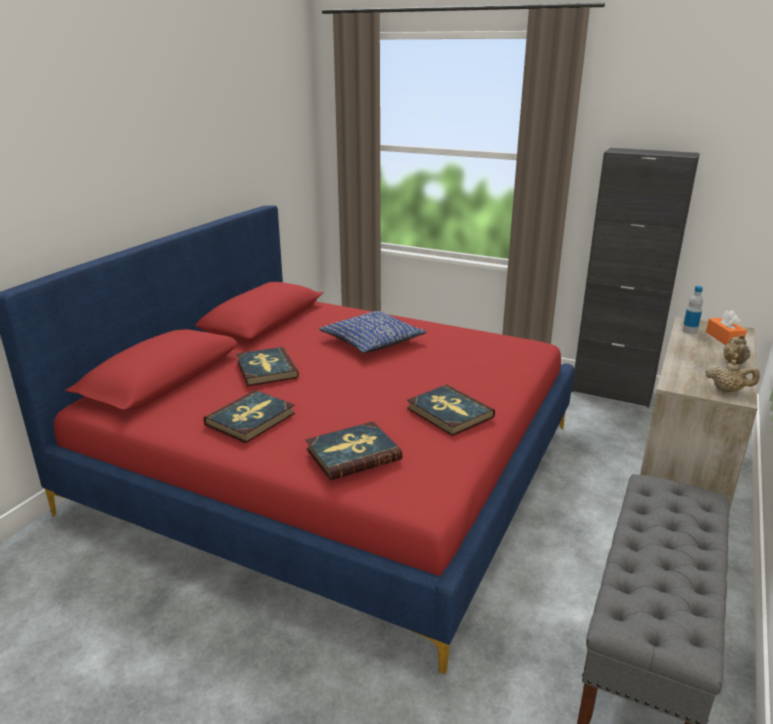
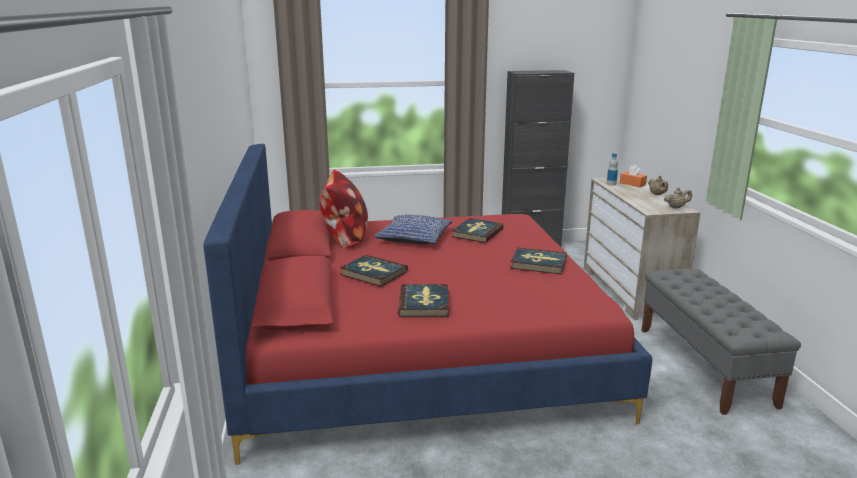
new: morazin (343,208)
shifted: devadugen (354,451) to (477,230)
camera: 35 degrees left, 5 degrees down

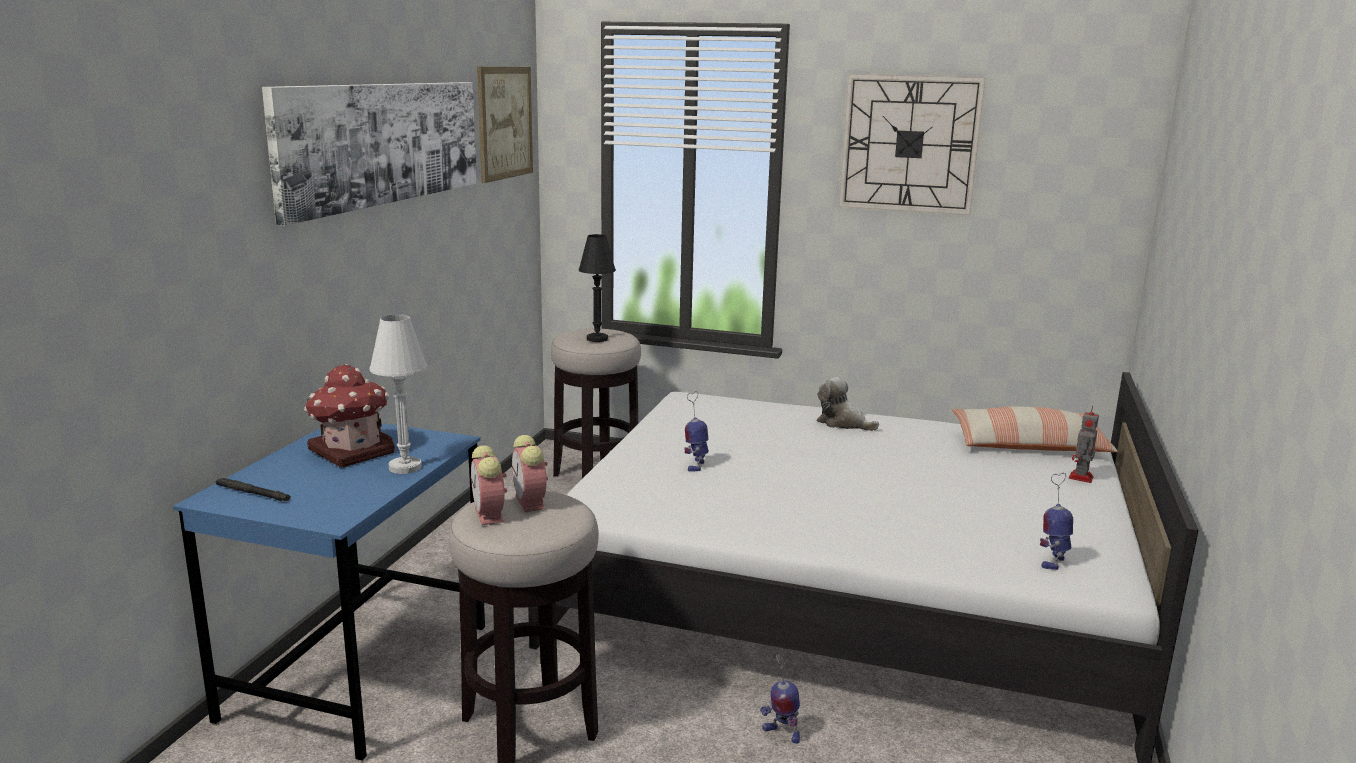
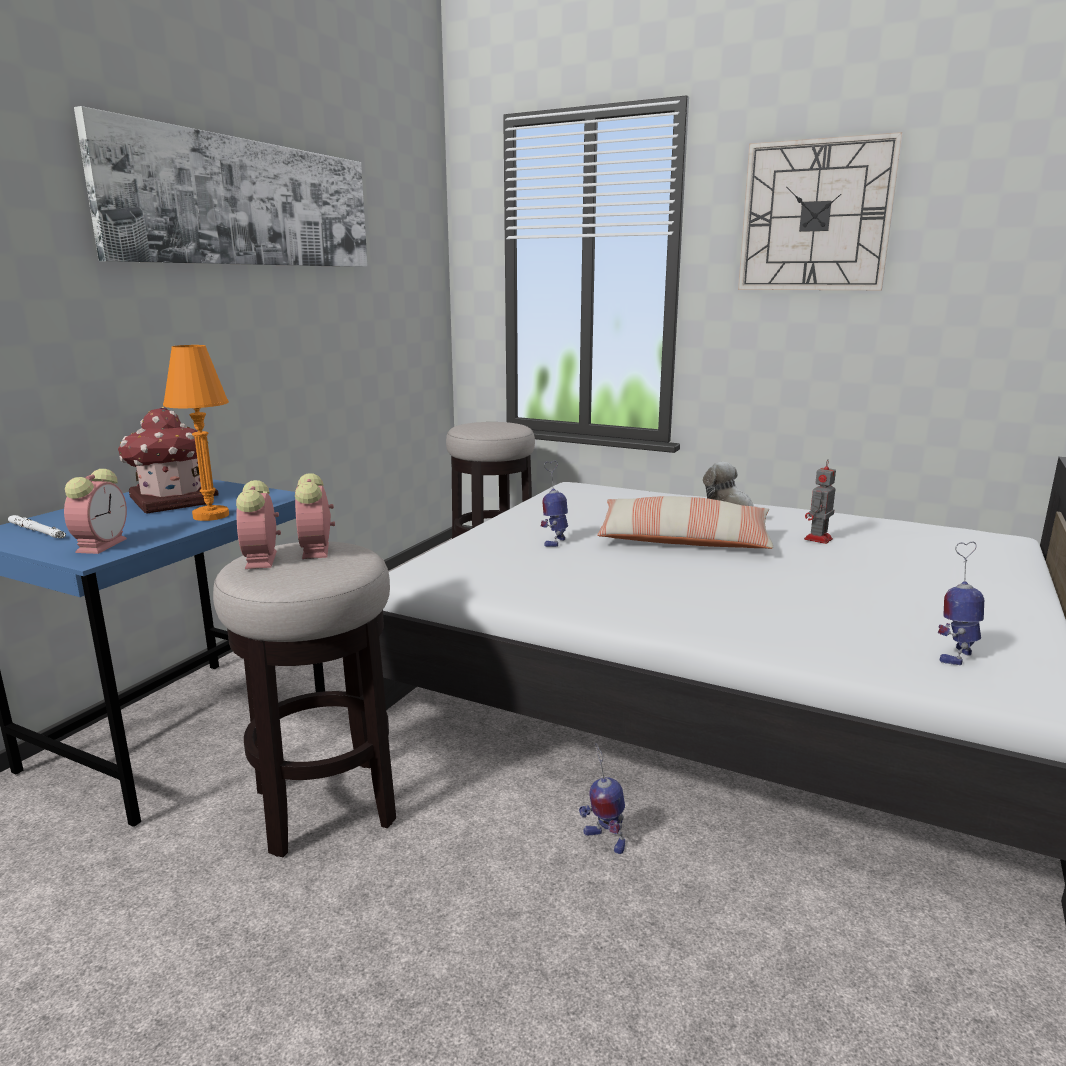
gone: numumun (505,125); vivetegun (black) (597,288)
new: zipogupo (95,511)
shifted: morazin (1035,429) to (685,522); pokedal (1084,444) to (820,501)
repainted: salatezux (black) (253,489) to salatezux (white) (37,526); vivetegun (white) (398,394) to vivetegun (orange) (196,433)
camera: 10 degrees right, 0 degrees up

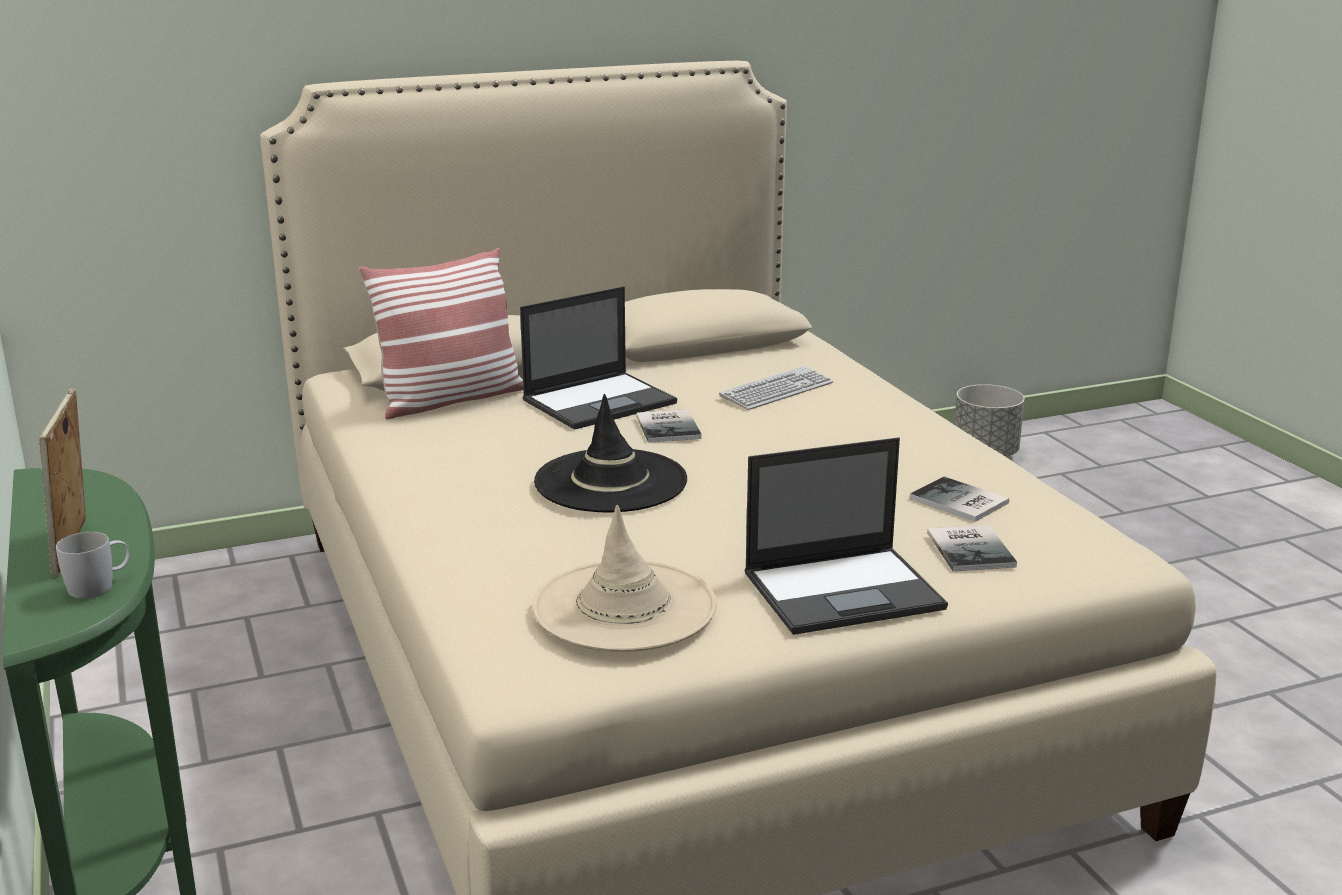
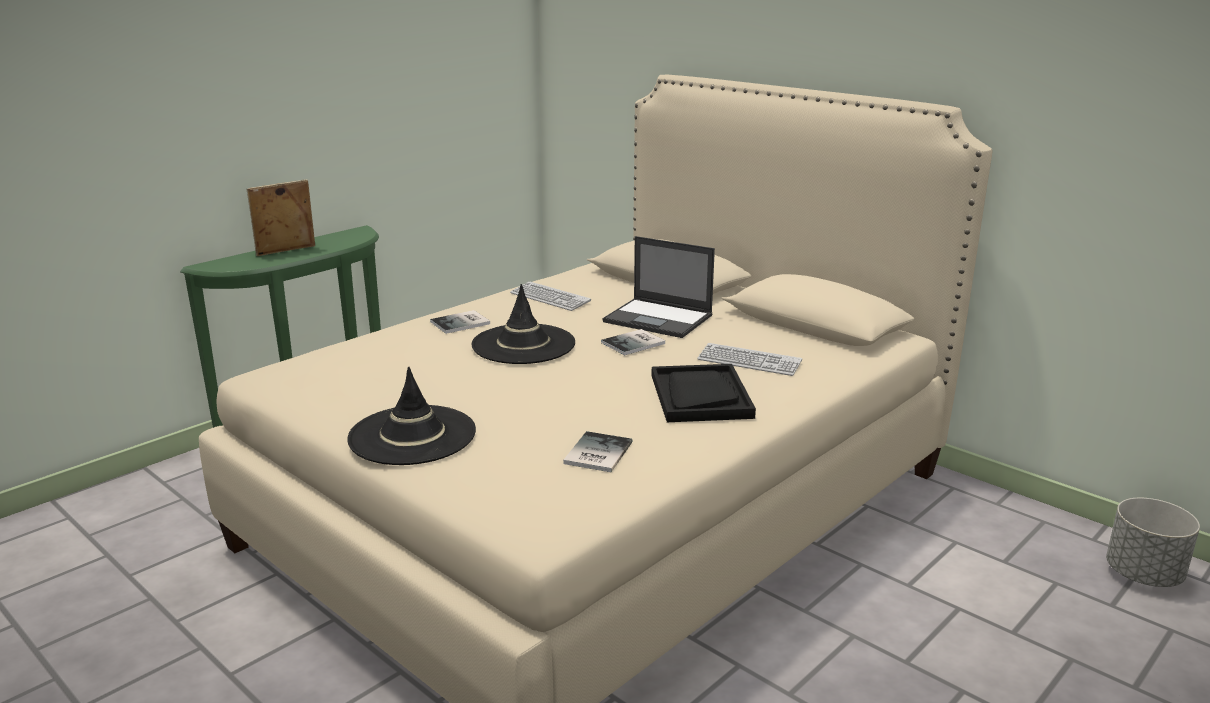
gone: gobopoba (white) (93,565); morazin (441,333); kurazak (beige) (625,578)
new: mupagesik (550,296); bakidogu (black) (704,393)
shifted: devadugen (972,548) to (460,322)
swapped: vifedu (846,536) to kurazak (black) (411,416)
camera: 65 degrees right, 0 degrees up

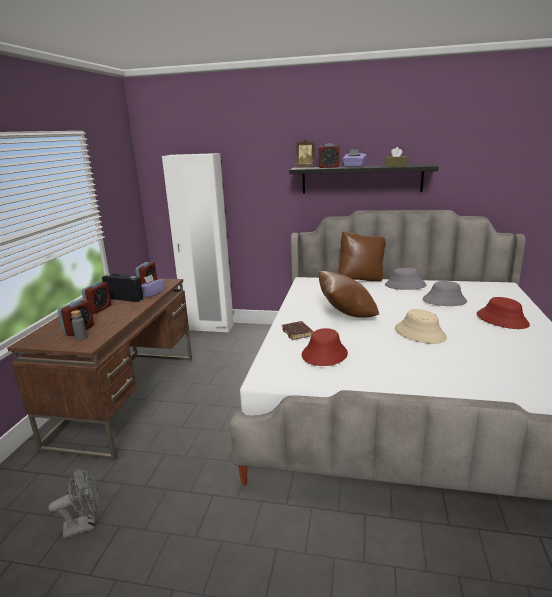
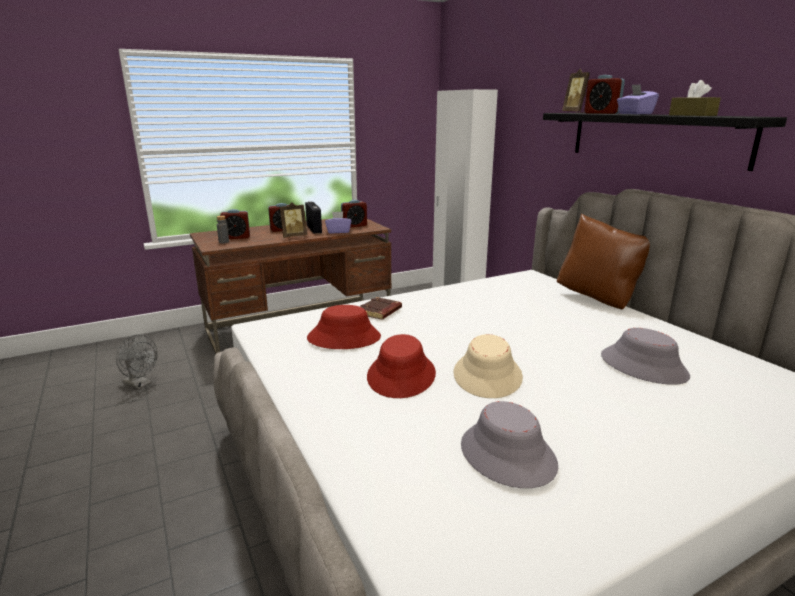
gone: morazin (brown) (349,294)
new: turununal (293,220)
shifted: kurazak (grey) (405,279) to (509,444); kurazak (red) (503,313) to (401,366)
camera: 50 degrees right, 0 degrees up

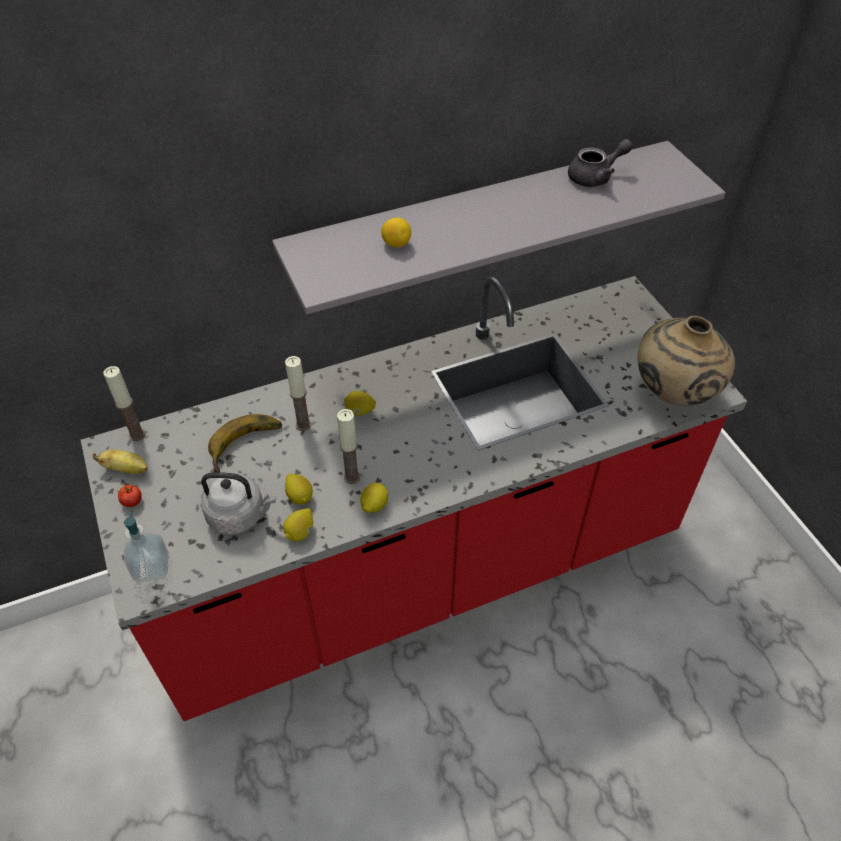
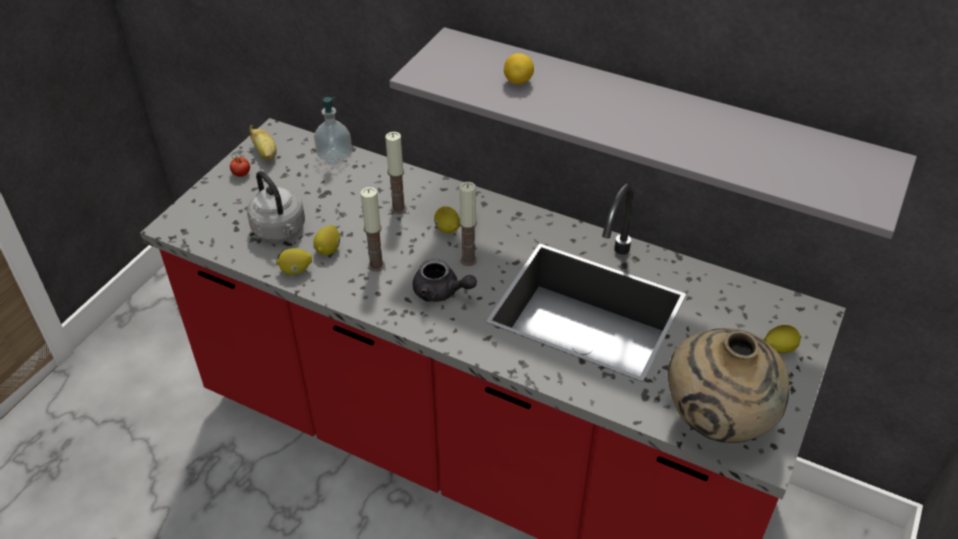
gone: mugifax (245,443)
shifted: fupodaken (124,403) to (468,224); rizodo (146,546) to (333,131); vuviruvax (374,498) to (782,339); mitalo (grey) (600,163) to (445,280)
camera: 50 degrees right, 5 degrees down

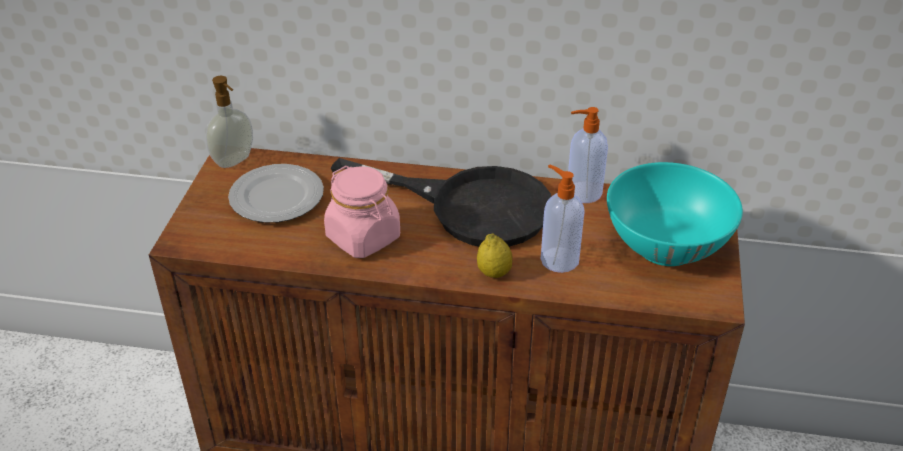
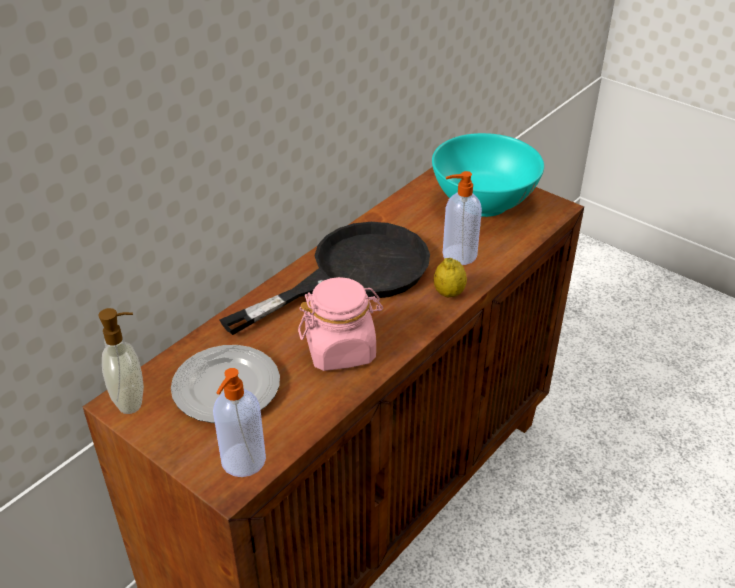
shifted: rizodo (588,155) to (239,422)
camera: 60 degrees left, 0 degrees up

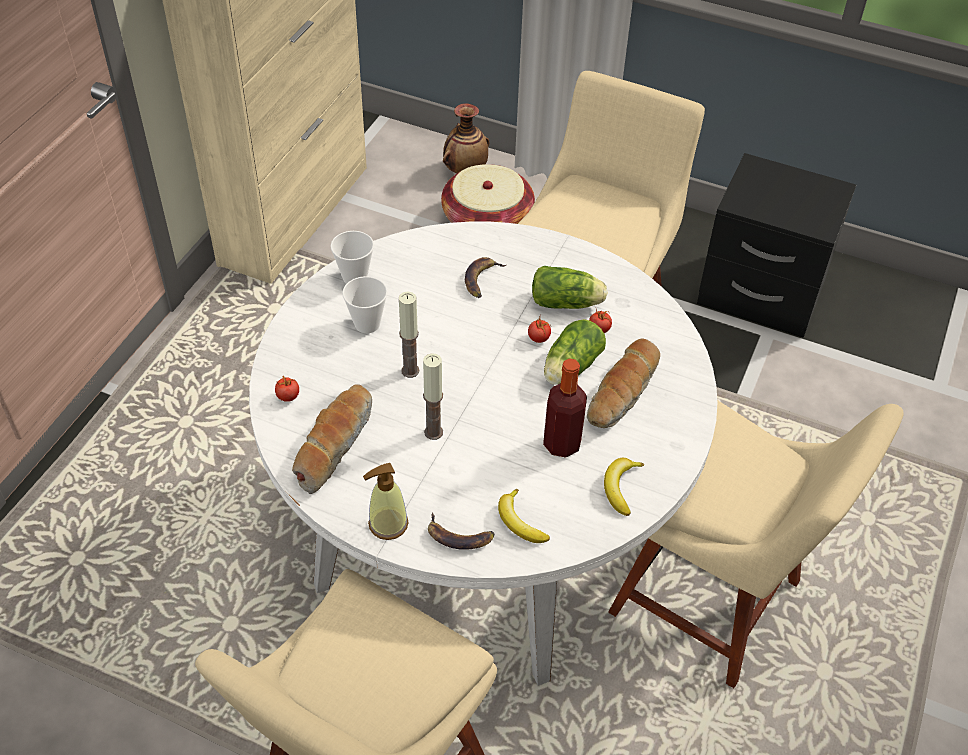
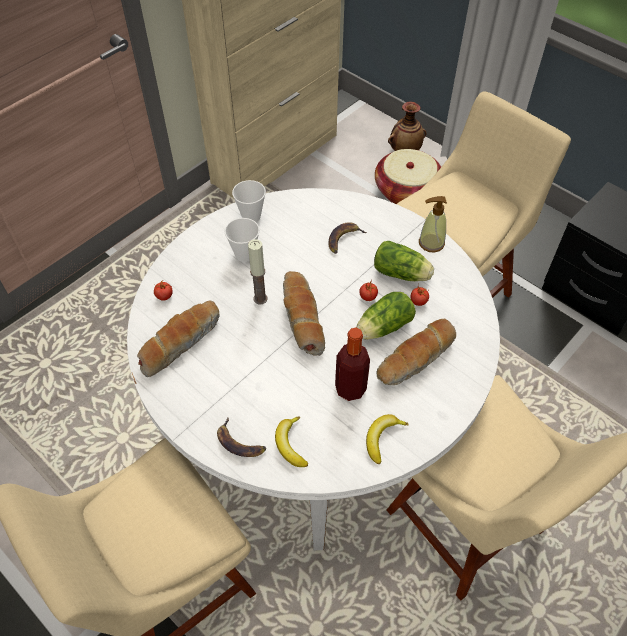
gone: fupodaken (433,396)
new: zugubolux (304,313)
shifted: rizodo (386,501) to (433,224)
camera: 20 degrees right, 5 degrees up

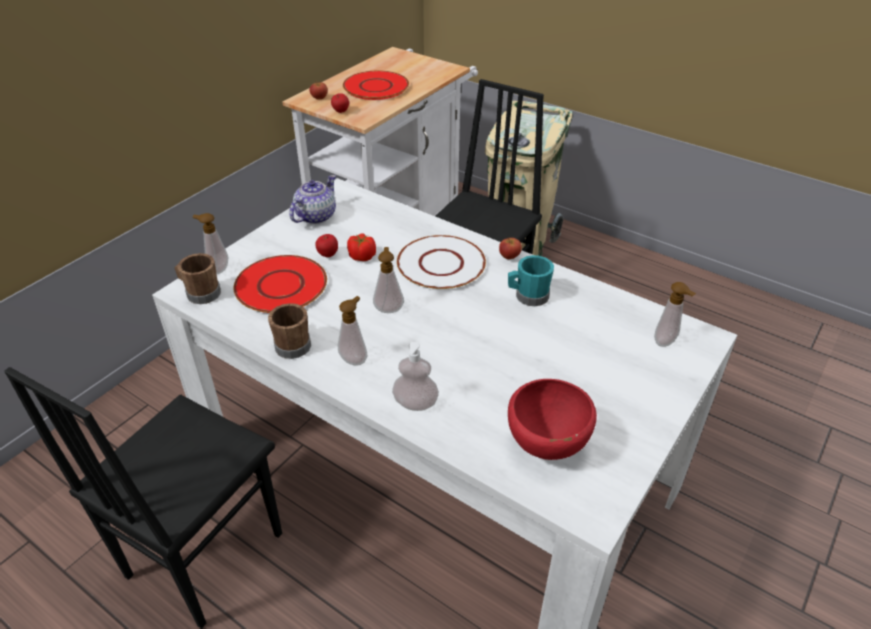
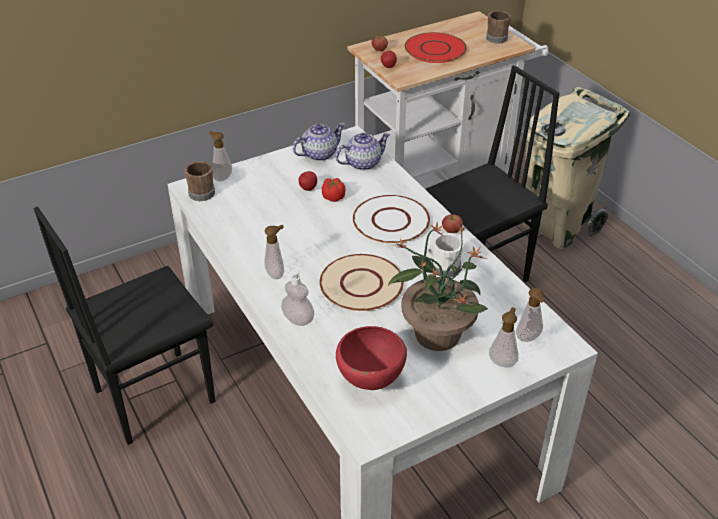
gone: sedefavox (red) (280,284)
new: sedefavox (beige) (362,282); mitalo (363,151); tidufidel (438,287)
shifted: gobopoba (brown) (289,331) to (498,27); rizodo (388,280) to (504,337)
repainted: gobopoba (turquoise) (531,280) to gobopoba (white) (444,255)
camera: 25 degrees right, 0 degrees up

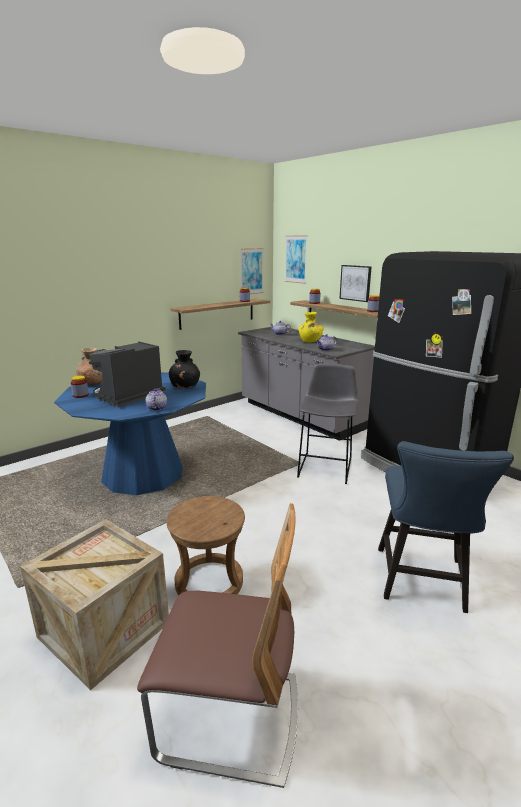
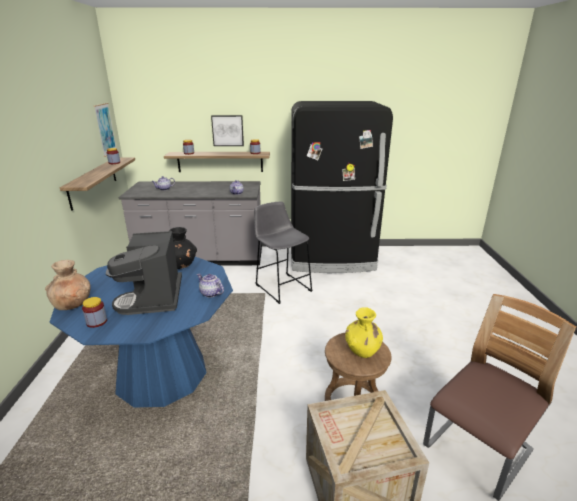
gone: numumun (296,260); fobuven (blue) (446,527)
shifted: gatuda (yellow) (311,327) to (364,332)
camera: 50 degrees left, 5 degrees up

